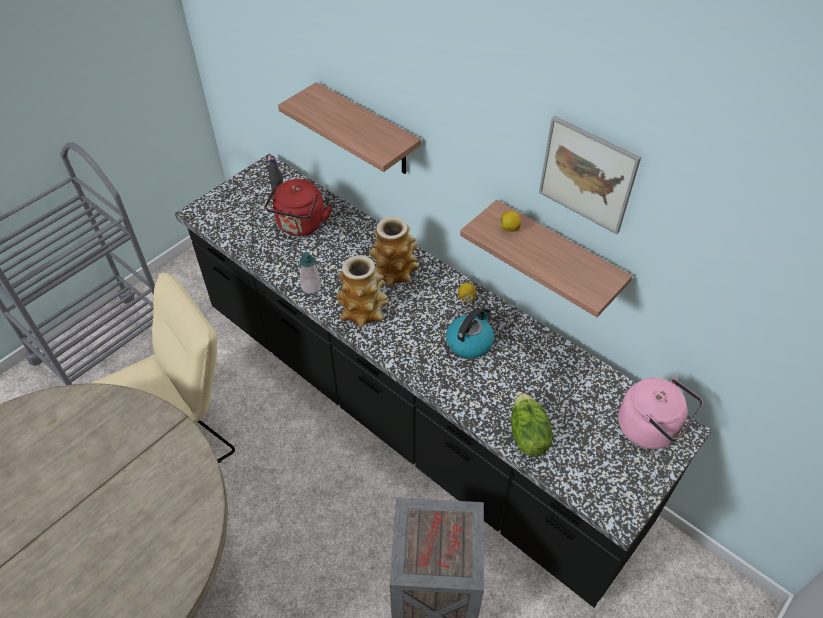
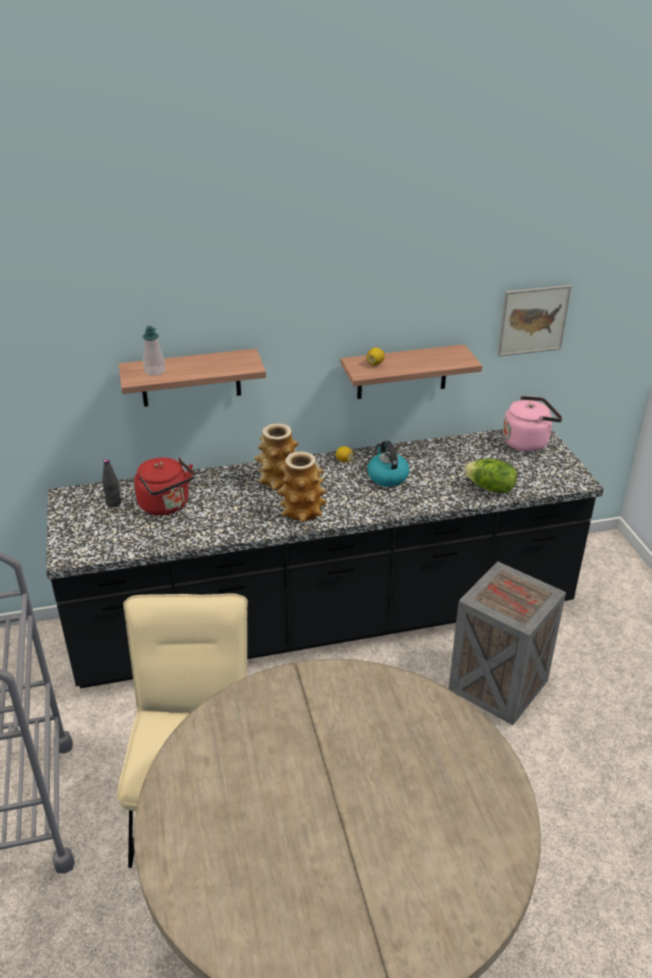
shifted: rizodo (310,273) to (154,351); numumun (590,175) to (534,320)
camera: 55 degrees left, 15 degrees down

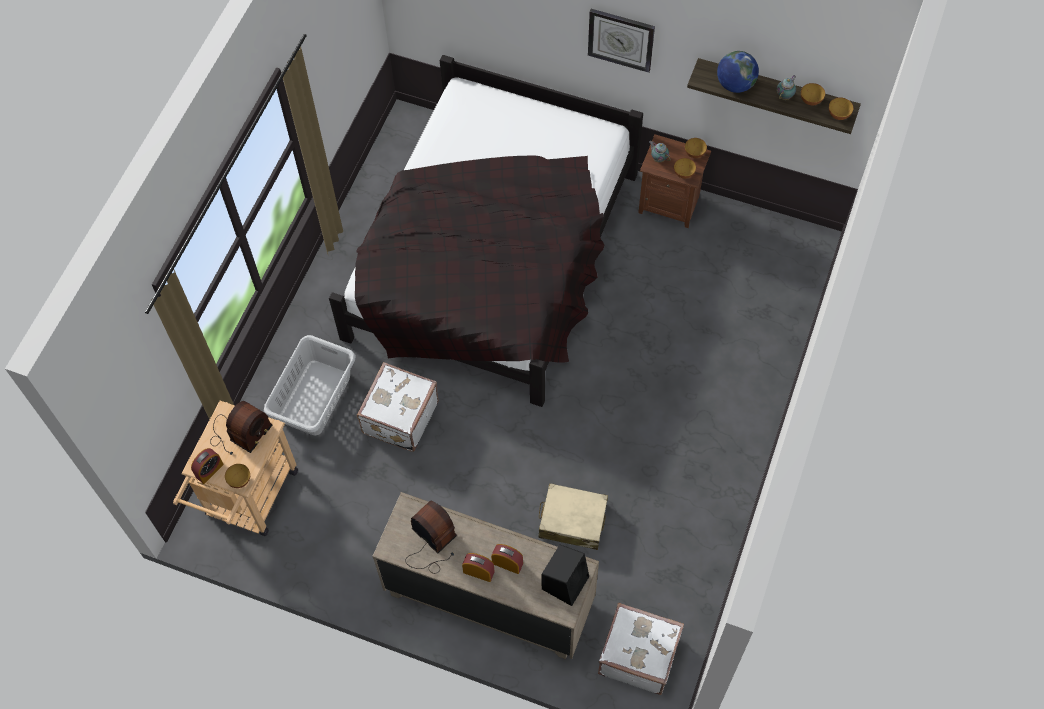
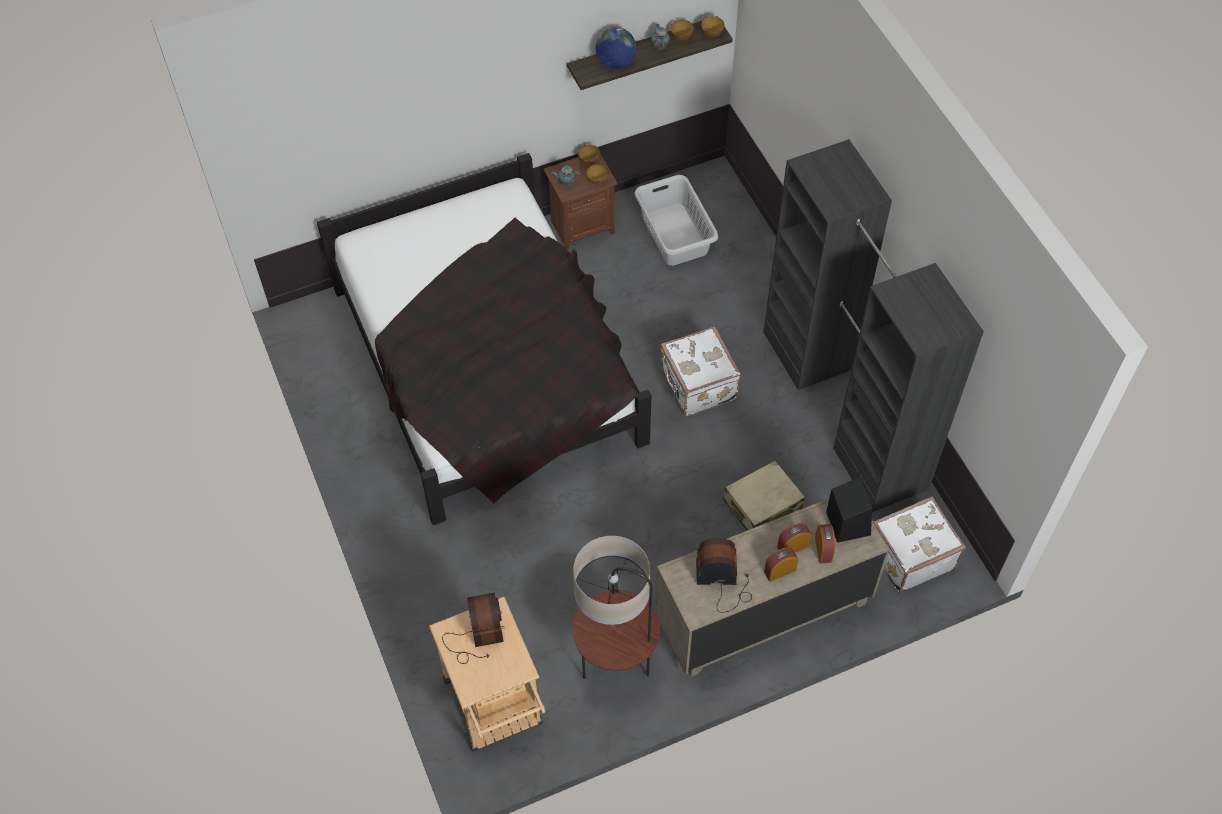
gone: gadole (237,476); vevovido (621,41)
new: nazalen (616,607); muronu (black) (873,325)
shifted: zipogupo (207,466) to (825,544); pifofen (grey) (310,385) to (676,220); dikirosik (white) (398,407) to (700,371)
camera: 45 degrees left, 5 degrees down

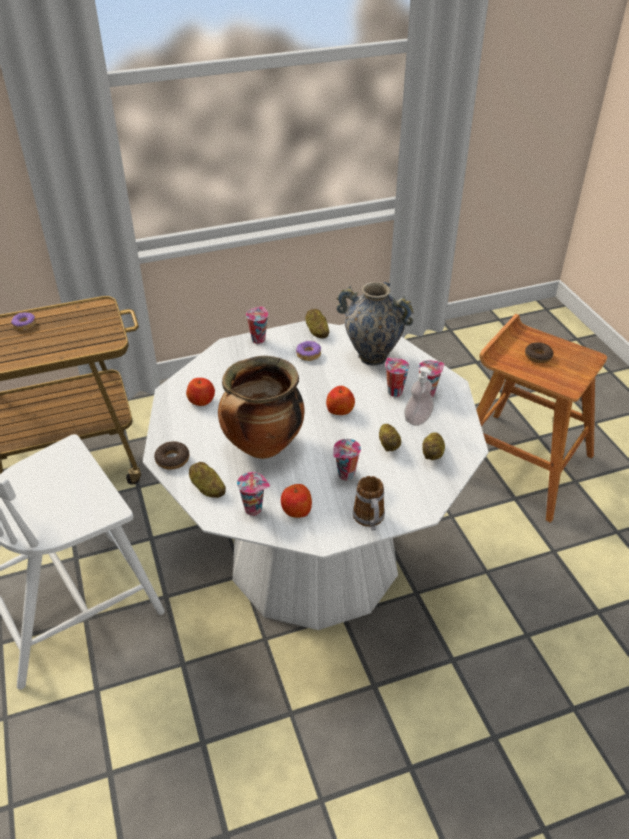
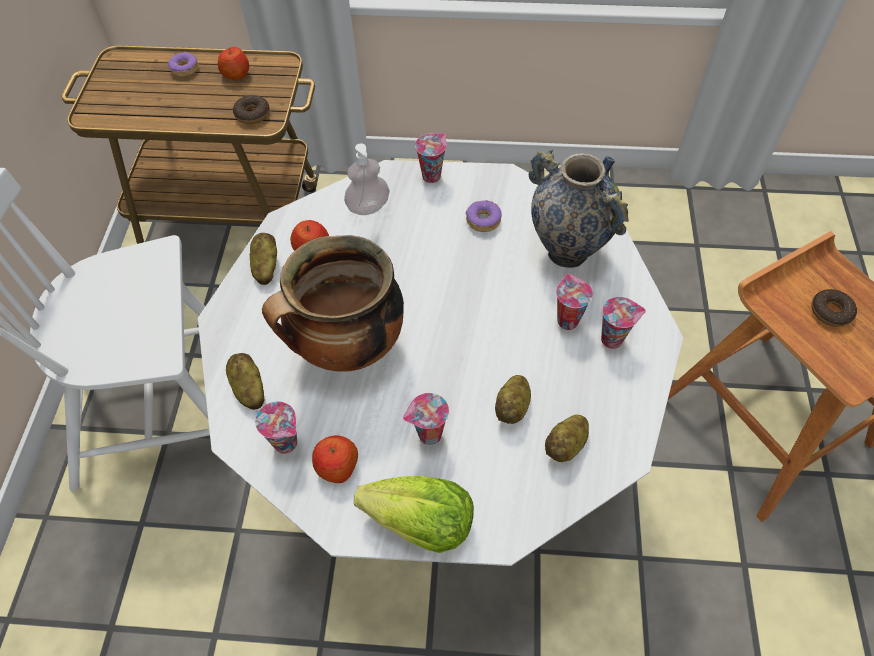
shifted: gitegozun (171,455) to (251,109); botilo (317,324) to (263,259); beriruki (340,400) to (233,63); rizodo (419,396) to (367,179)
swapped: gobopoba (369,503) to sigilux (414,514)
camera: 25 degrees right, 15 degrees up

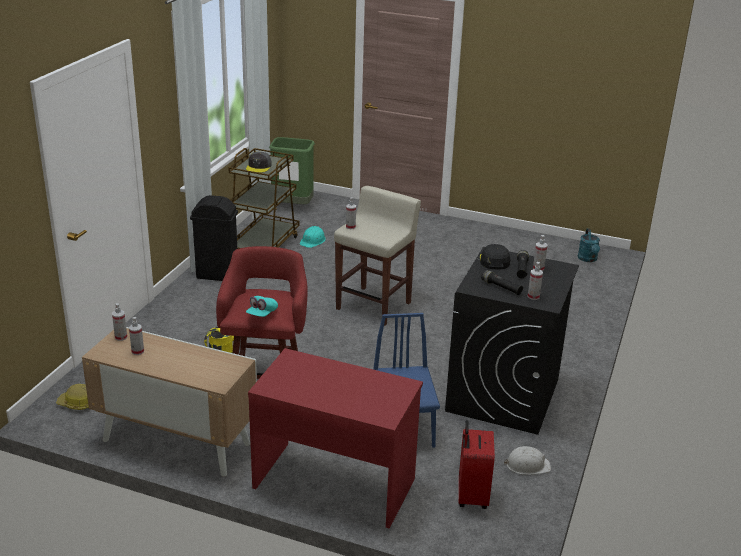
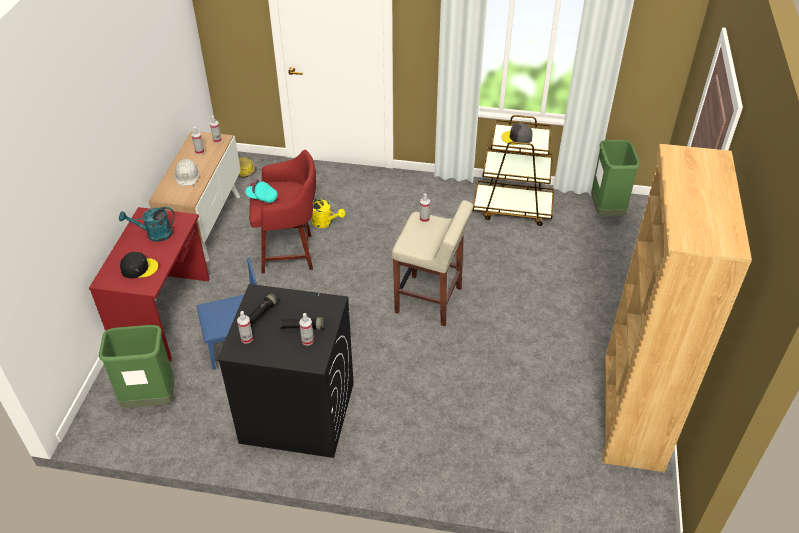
gone: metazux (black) (214,238); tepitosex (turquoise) (312,237)
new: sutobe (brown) (677,308)
shifted: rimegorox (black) (495,256) to (139,265); tepitosex (white) (527,460) to (187,172); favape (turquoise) (589,245) to (147,224)
swapped: dikirosik (red) (477,464) to metazux (green) (137,366)
camera: 80 degrees right, 15 degrees up

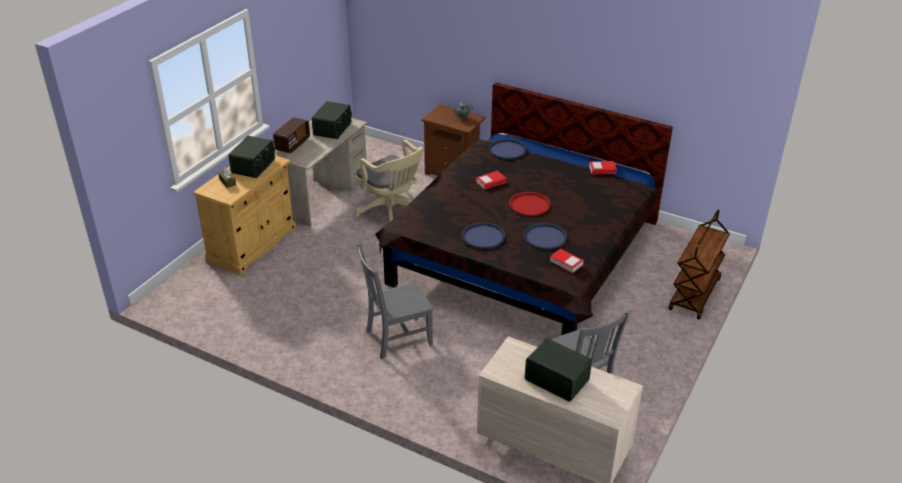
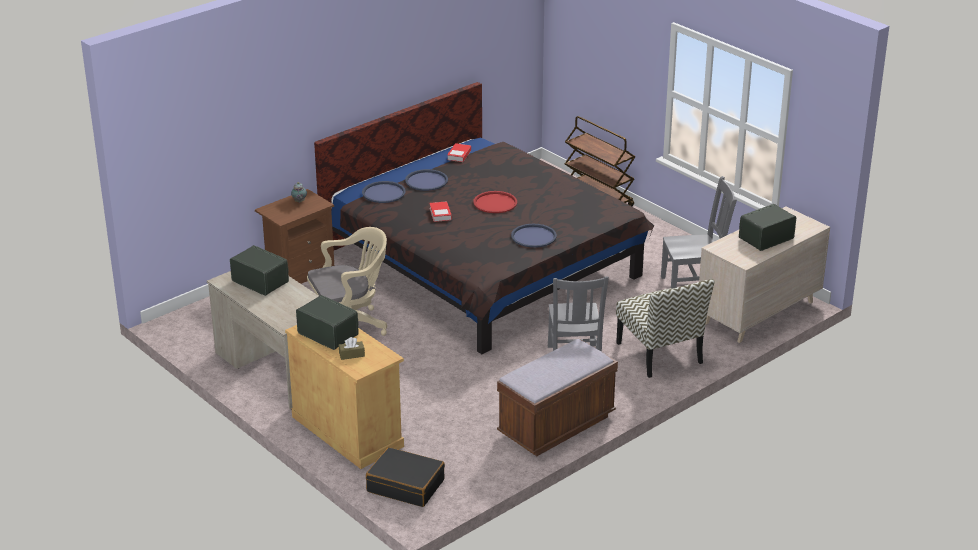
gone: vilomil (291,135); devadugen (567,261)
new: dikirosik (black) (405,477); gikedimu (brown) (557,397); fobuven (665,328)
shifted: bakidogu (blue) (546,236) to (426,180)
camera: 70 degrees left, 5 degrees down

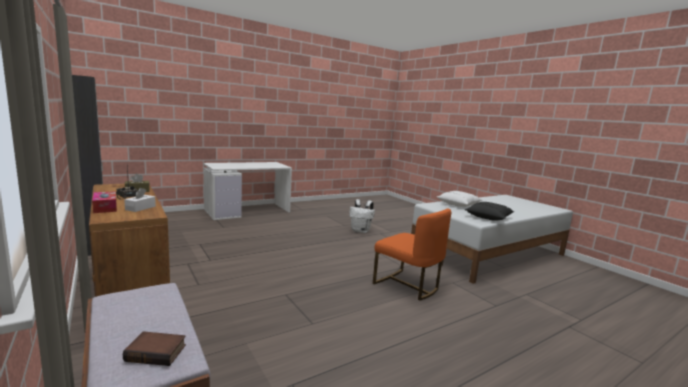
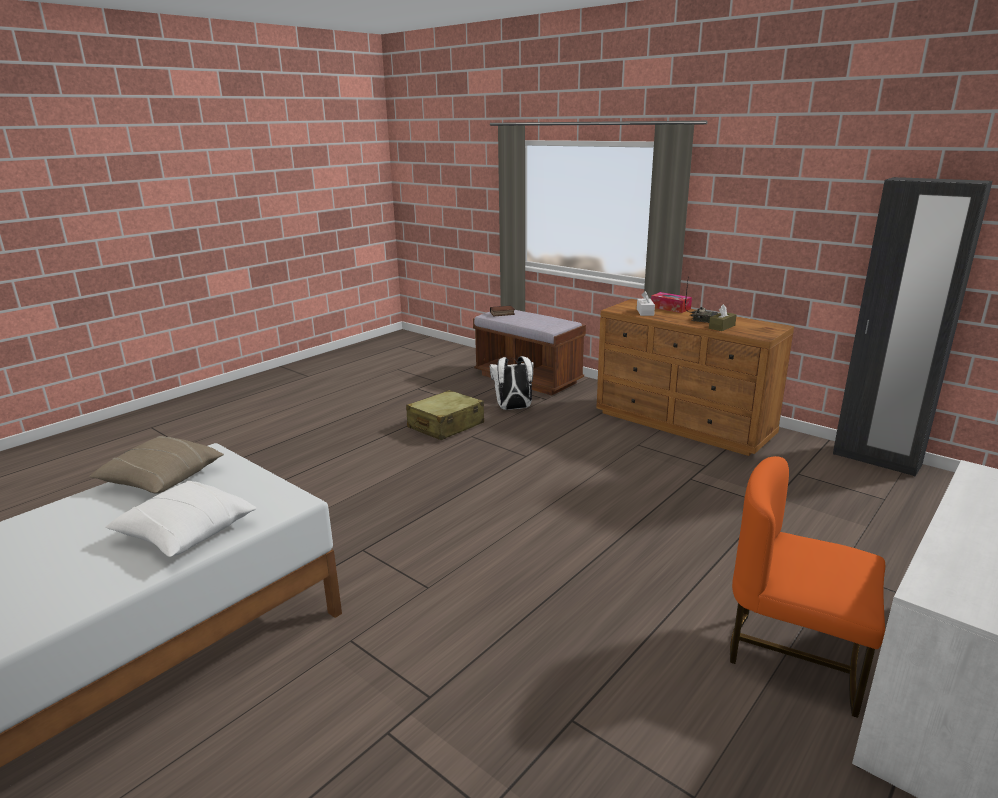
new: dikirosik (beige) (445,415)
shifted: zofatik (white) (362,216) to (512,383); fobuven (orange) (412,254) to (807,587)
repainted: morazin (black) (489,211) to morazin (beige) (156,465)
camera: 165 degrees right, 10 degrees up

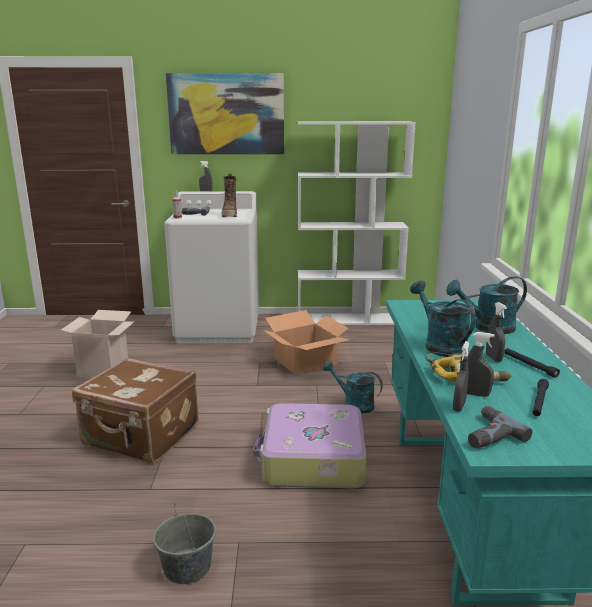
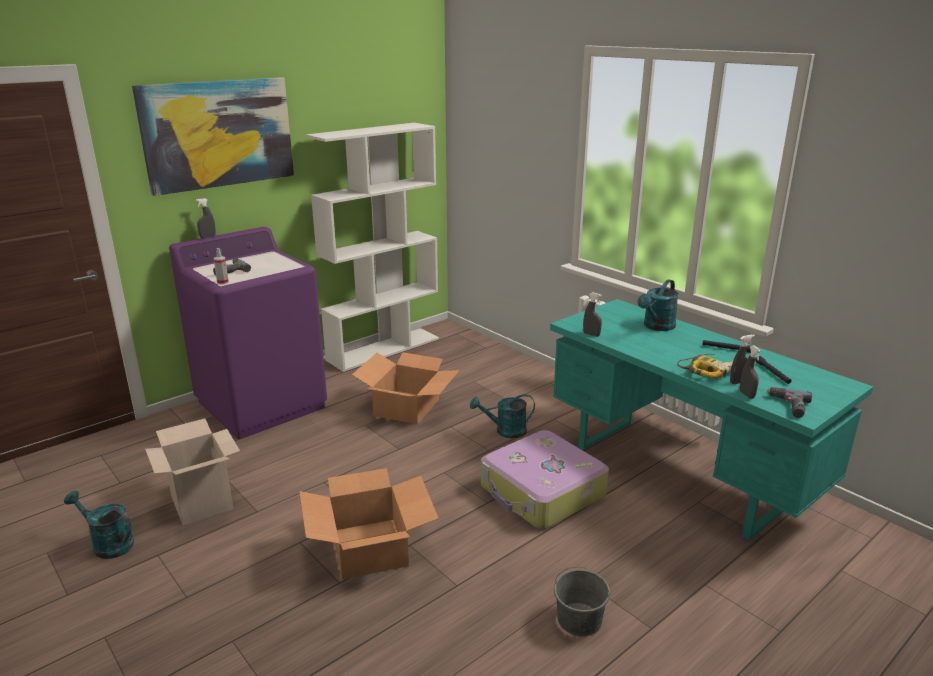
gone: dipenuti (229,195)
shifted: favape (turquoise) (443,318) to (99,525); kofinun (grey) (496,332) to (592,314)
swapped: dikirosik (brown) (135,410) to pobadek (369,524)
repainted: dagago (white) (211,267) to dagago (purple) (248,333)
camera: 40 degrees left, 5 degrees up

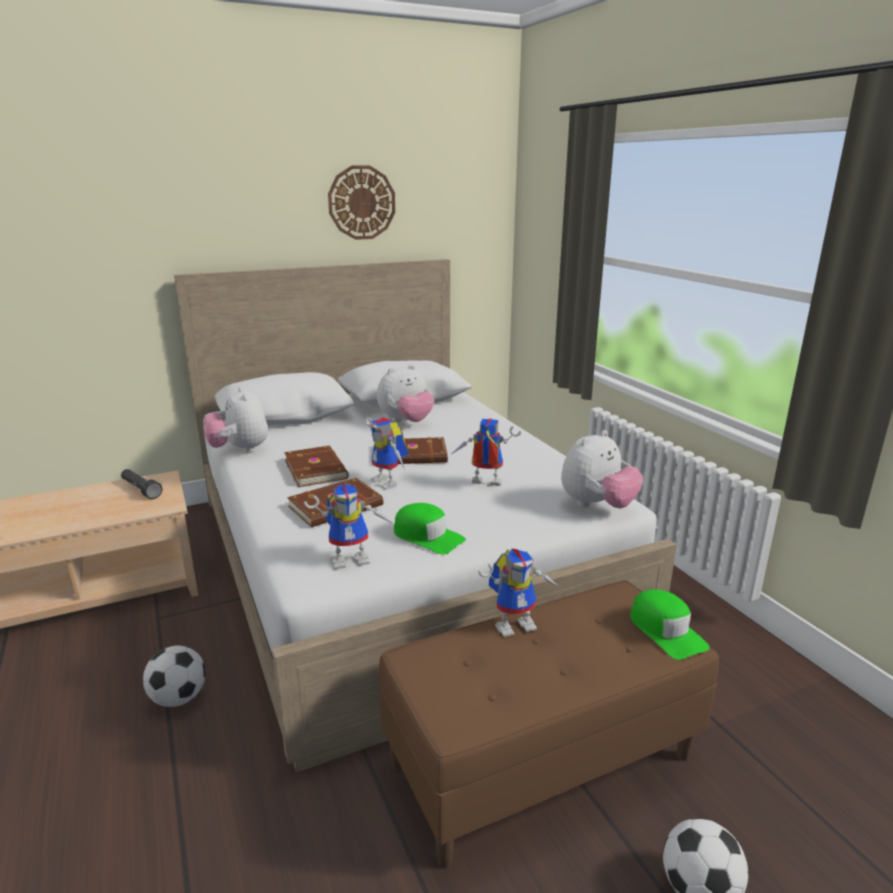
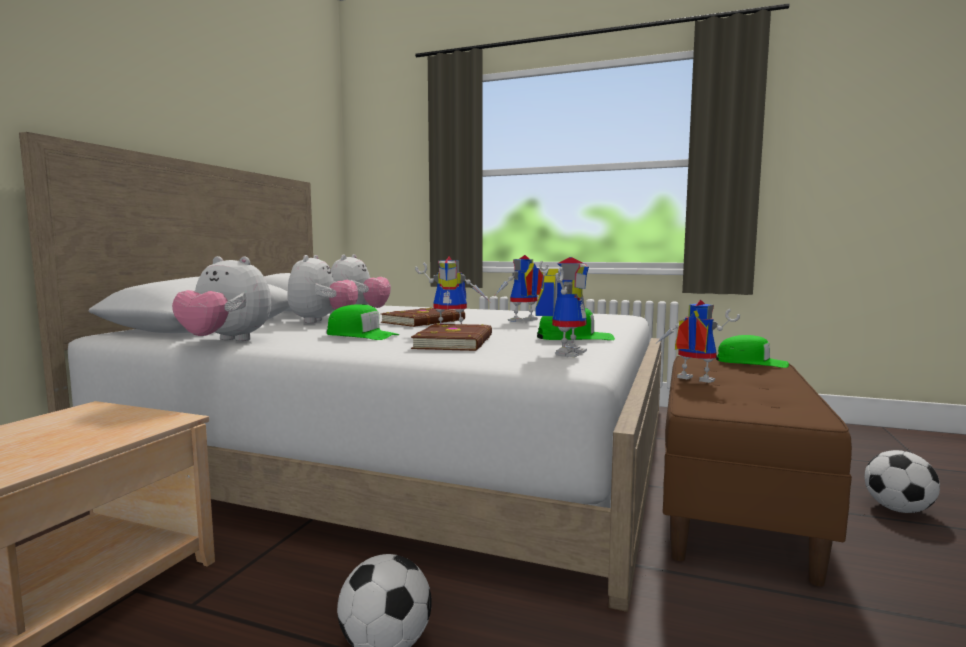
gone: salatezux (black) (141,484); vevovido (361,203)
shifted: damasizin (602,469) to (322,289)
swapped: devadugen (brown) (316,466) to rimegorox (green) (363,322)
rotated: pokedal (519,593) = (698,341) 75 degrees counterclockwise
camera: 45 degrees left, 15 degrees down

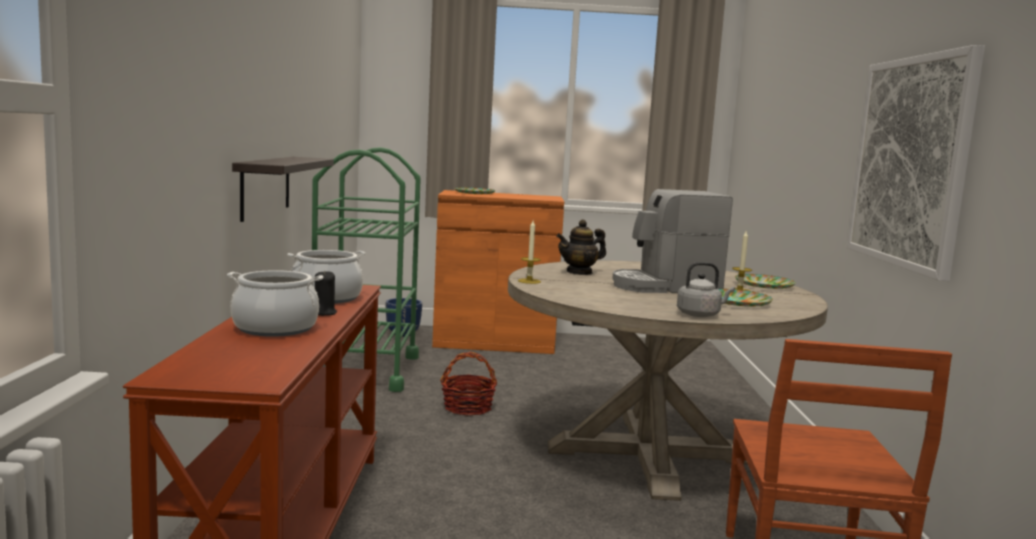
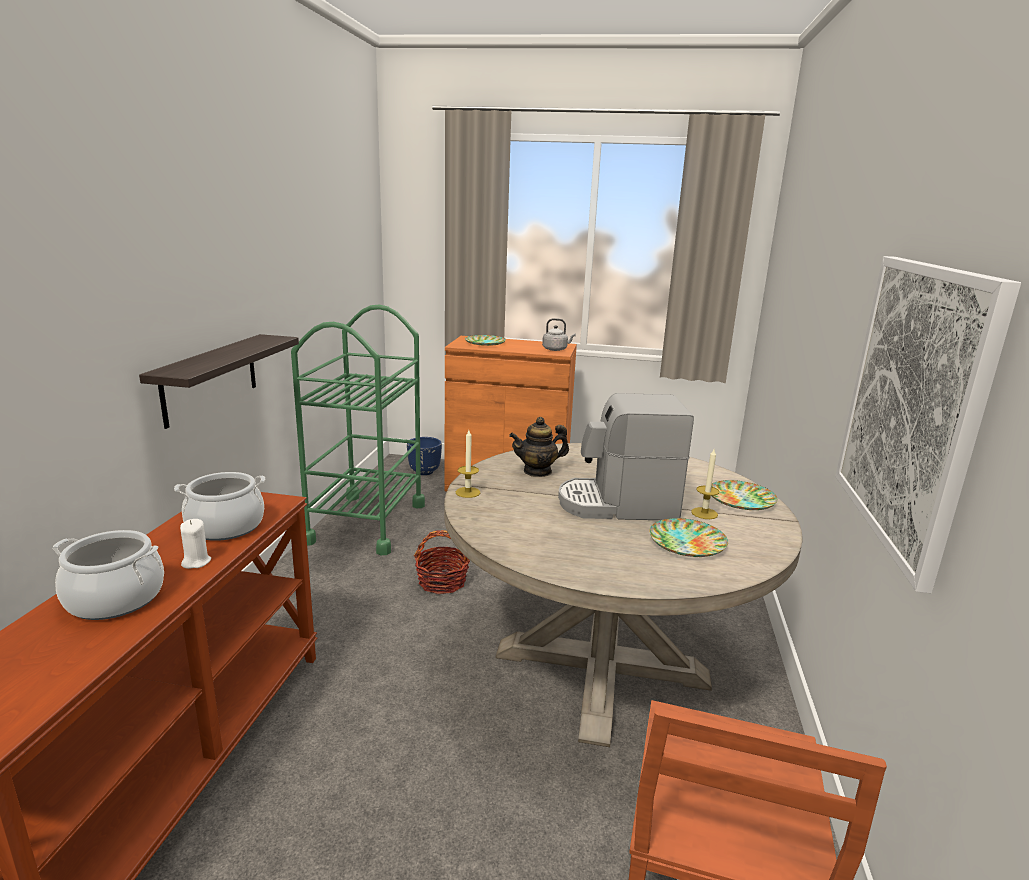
shifted: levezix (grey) (706,289) to (559,334)
repainted: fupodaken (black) (326,293) to fupodaken (white) (195,544)
camera: 10 degrees right, 10 degrees up

